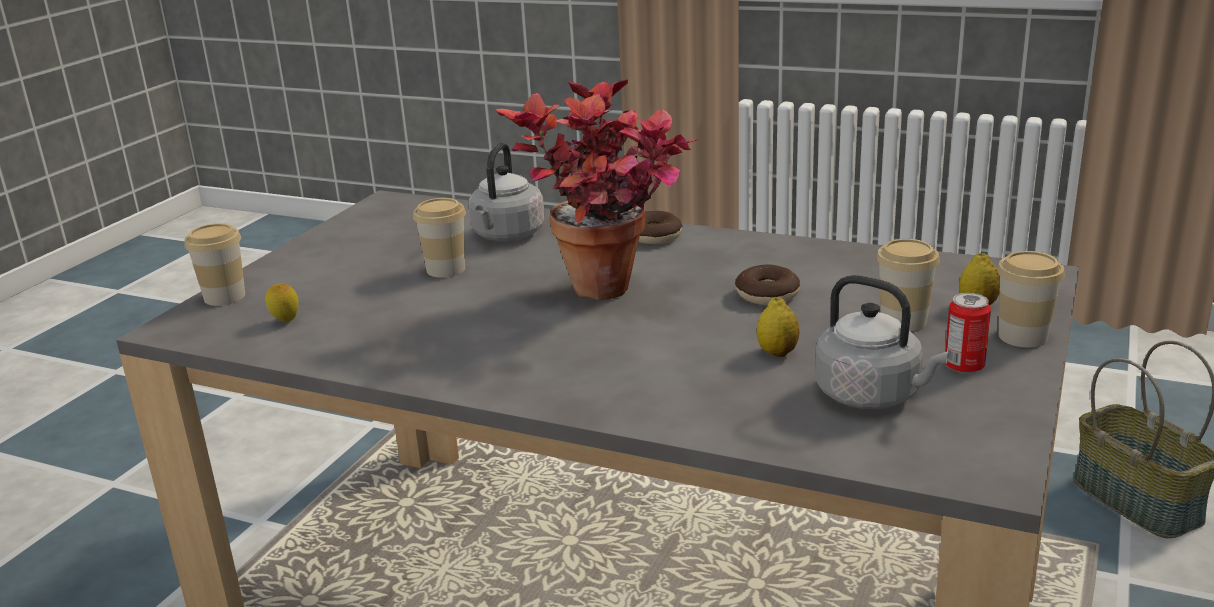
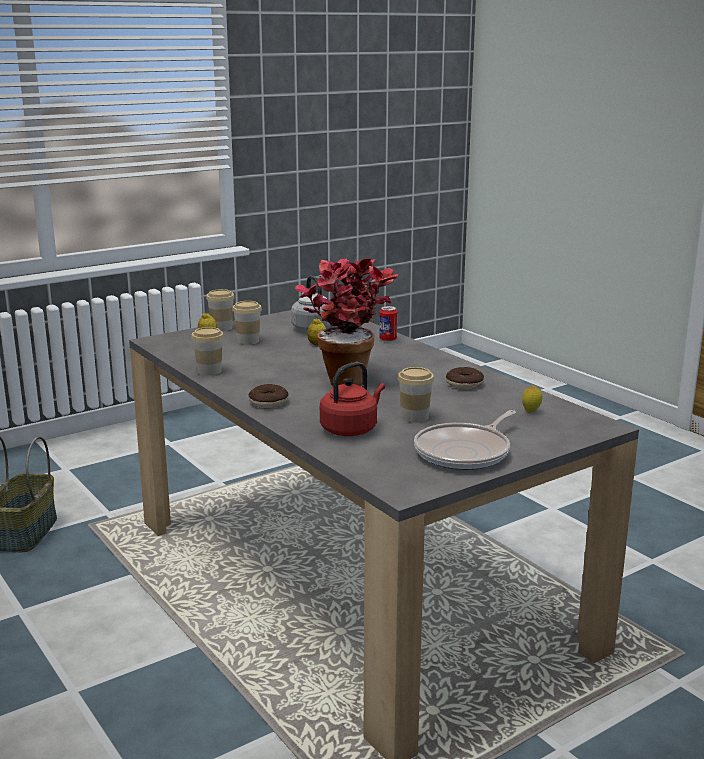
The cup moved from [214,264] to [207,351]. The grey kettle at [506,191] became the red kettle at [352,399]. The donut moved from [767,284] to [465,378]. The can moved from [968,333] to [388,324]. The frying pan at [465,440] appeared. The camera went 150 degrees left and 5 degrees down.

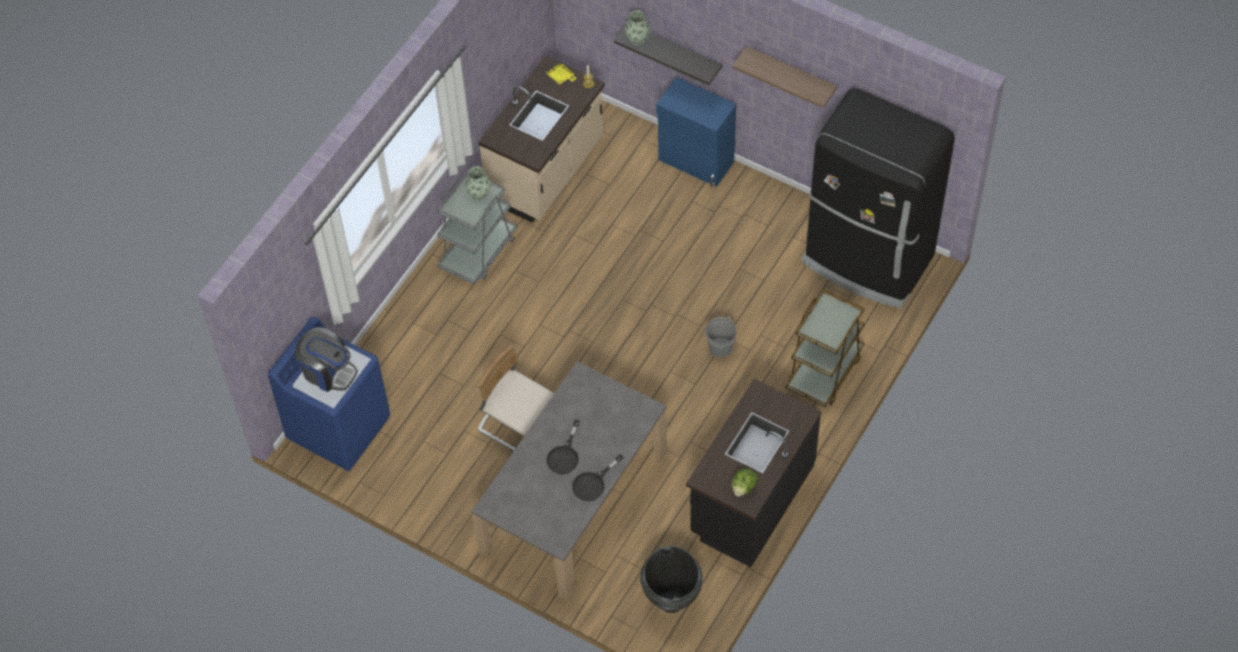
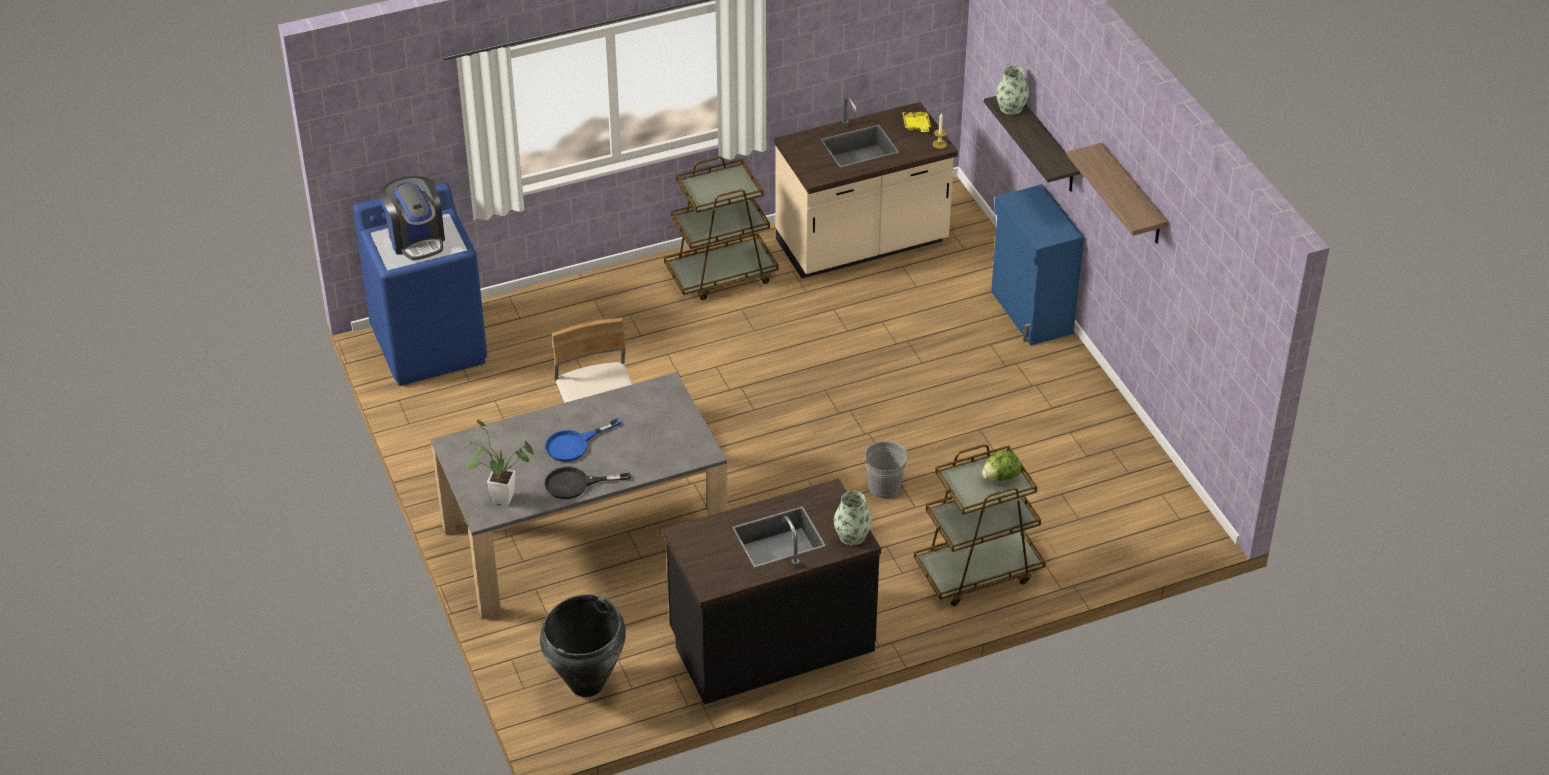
The grey cart at [477,227] became the brown cart at [721,228]. The vase moved from [478,183] to [853,518]. The black frying pan at [563,447] became the blue frying pan at [583,440]. The lettuce moved from [745,482] to [1002,466]. The black fridge at [878,198] disappeared. The potted plant at [499,462] appeared. The camera went 35 degrees right and 15 degrees down.

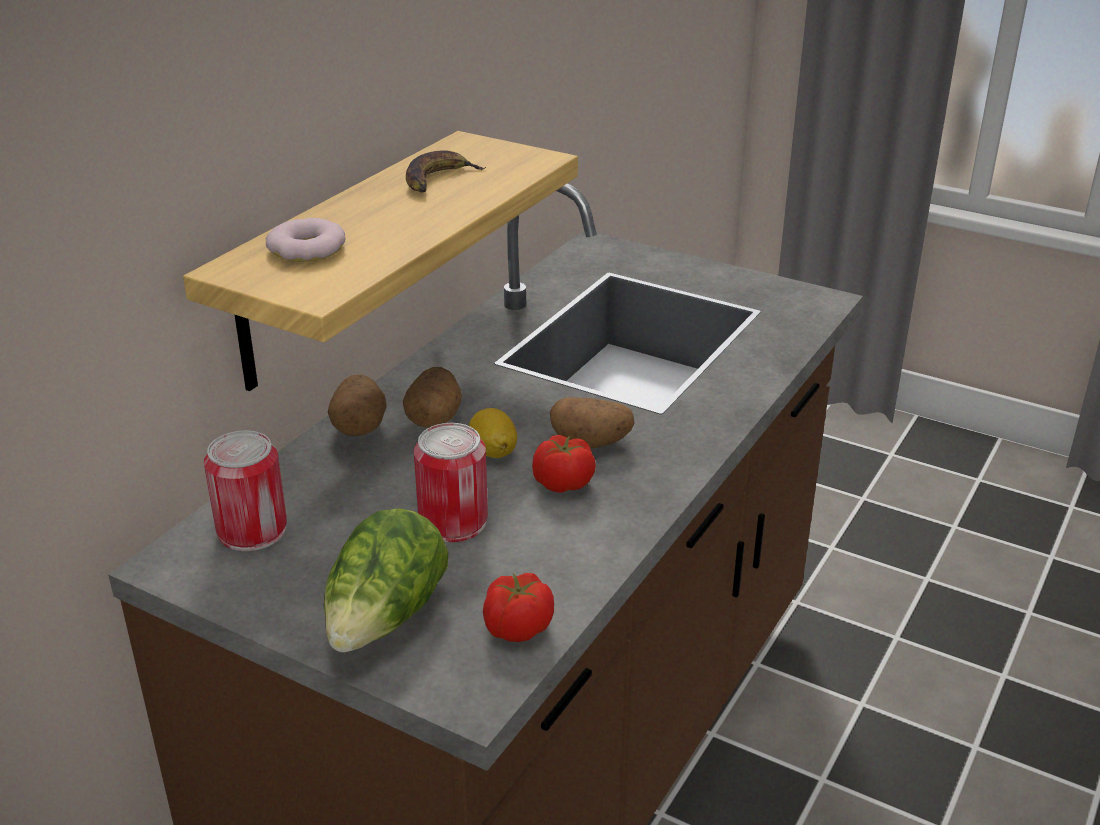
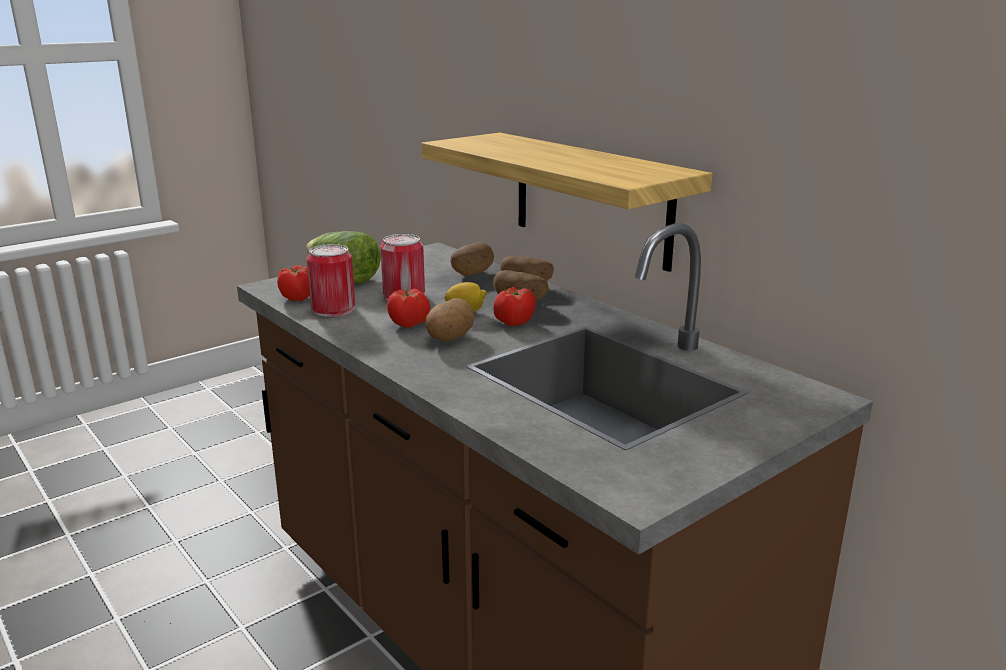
The can moved from [245,491] to [331,280]. The donut at [305,240] disappeared. The banana at [446,171] disappeared. The potato at [472,259] appeared. The tomato at [514,306] appeared. The camera went 110 degrees right and 10 degrees down.

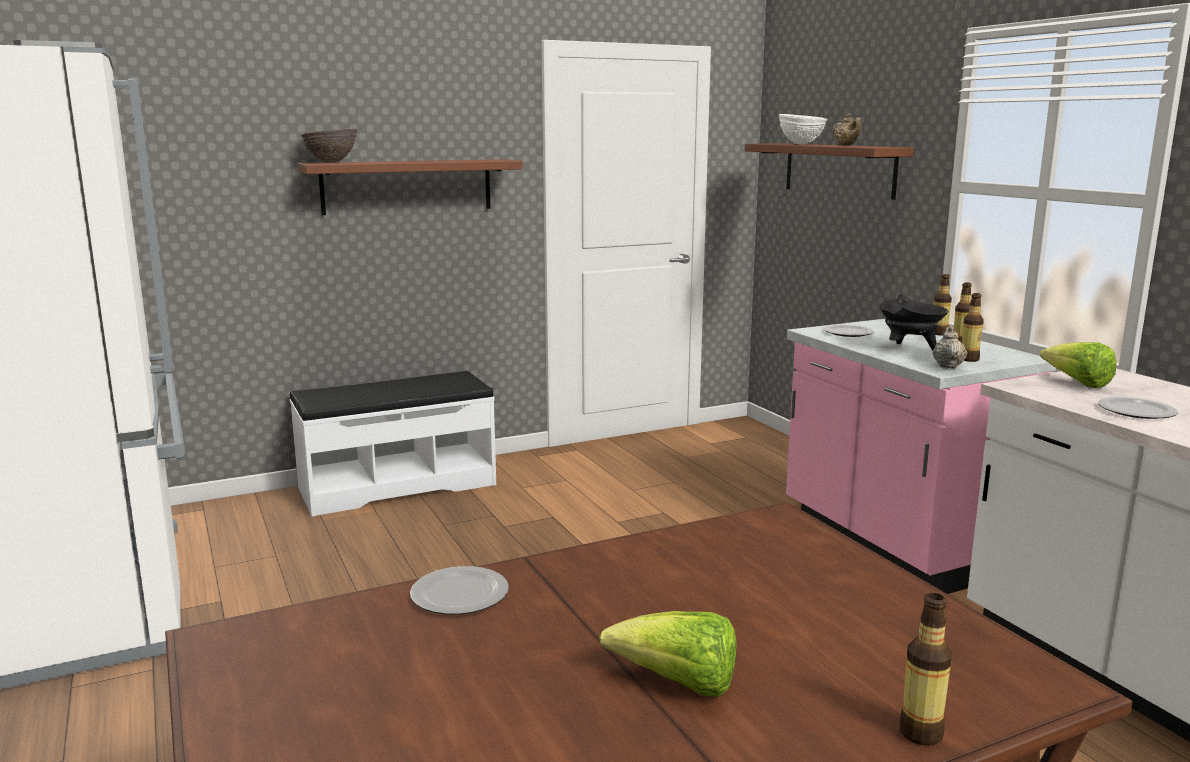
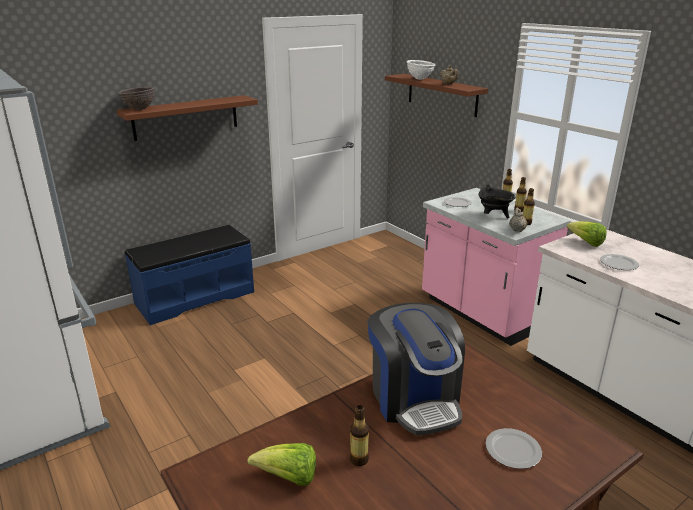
The white bench at [392,444] became the blue bench at [189,275]. The plate moved from [459,590] to [514,448]. The lettuce moved from [668,654] to [281,464]. The bottle moved from [925,669] to [359,435]. The coffee machine at [416,369] appeared. The camera went 10 degrees left and 10 degrees up.

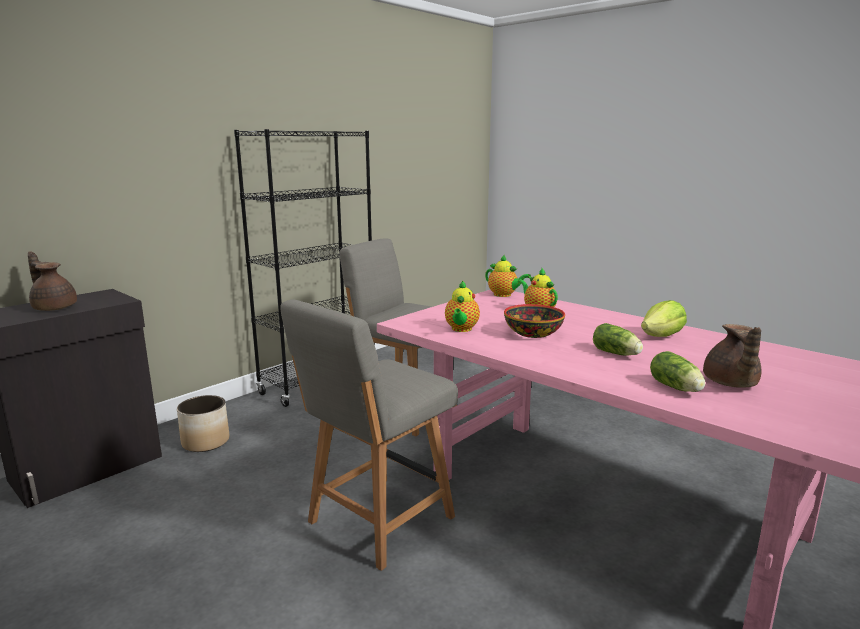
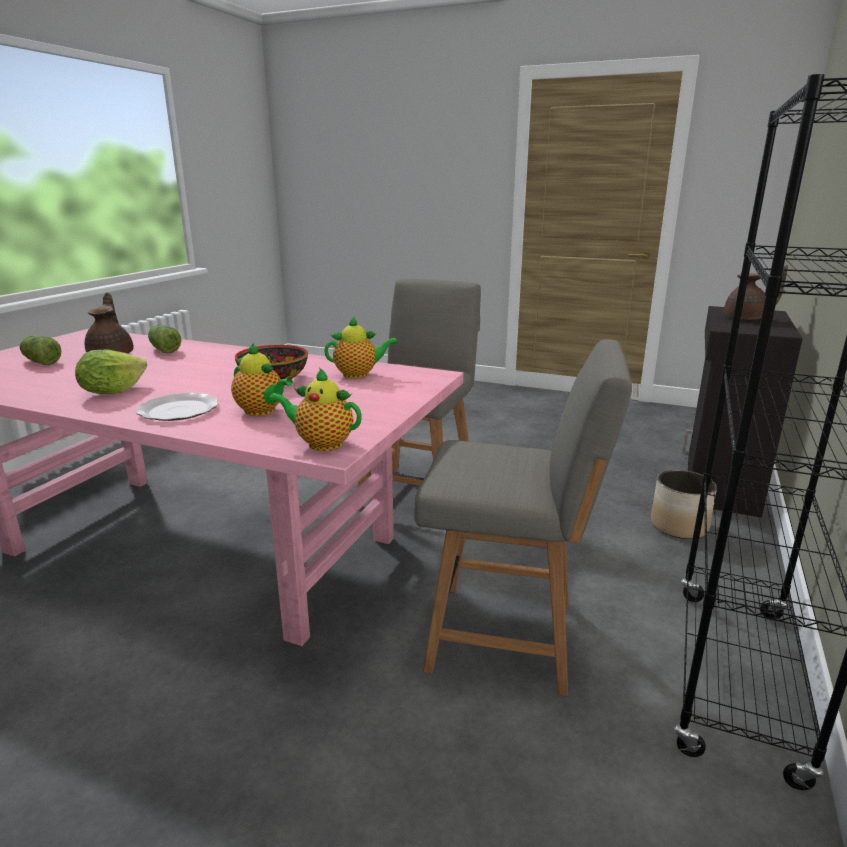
The teapot at [462,306] turned 90 degrees clockwise. The lettuce moved from [618,339] to [40,350]. The plate at [177,407] appeared. The camera went 160 degrees right and 5 degrees up.

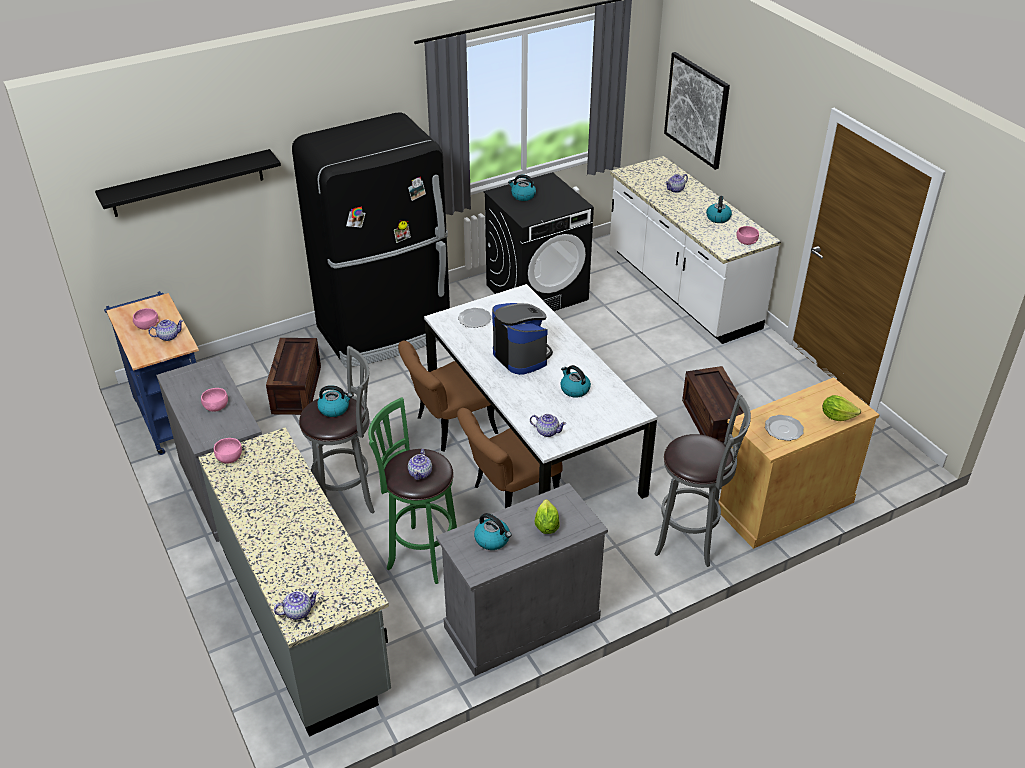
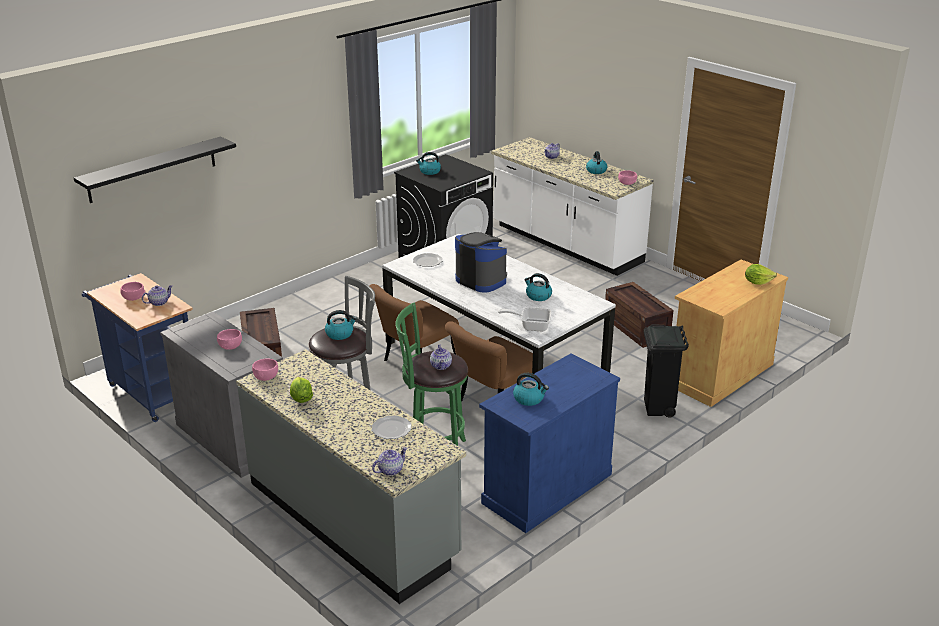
The black fridge at [371,240] disappeared. The grey cabinet at [522,579] became the blue cabinet at [549,443]. The teapot at [548,425] was replaced by the frying pan at [525,319]. The lettuce moved from [547,516] to [301,390]. The grey stool at [703,480] was replaced by the black trash can at [666,371]. The picture at [697,111] disappeared. The plate moved from [784,428] to [392,427]. The camera went 15 degrees left and 10 degrees down.

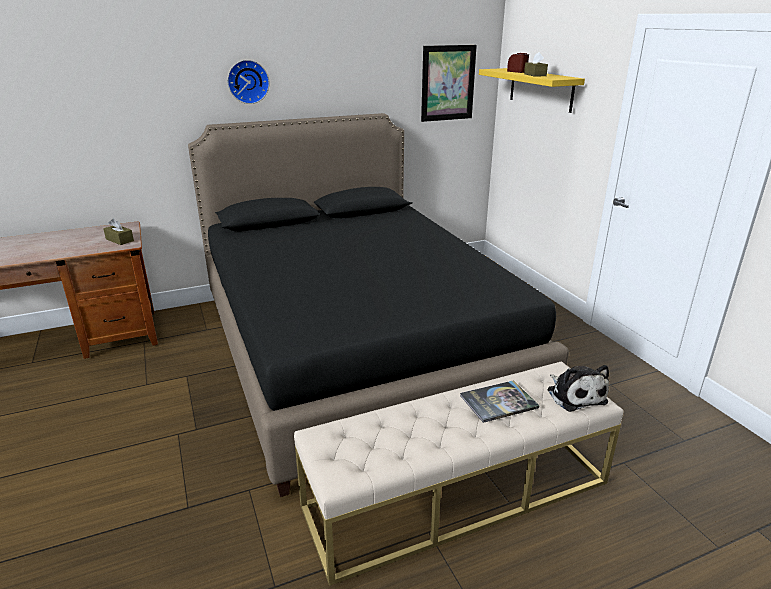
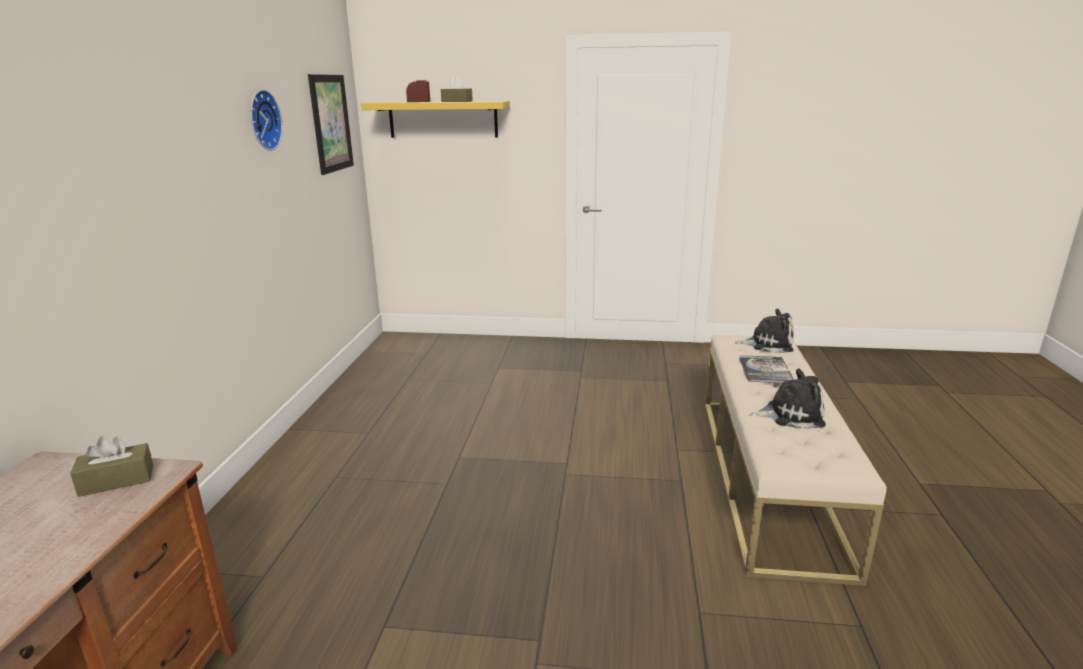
The black bed at [378,305] disappeared. The wall clock moved from [248,82] to [267,120]. The plush toy at [788,398] appeared. The camera went 60 degrees left and 5 degrees down.

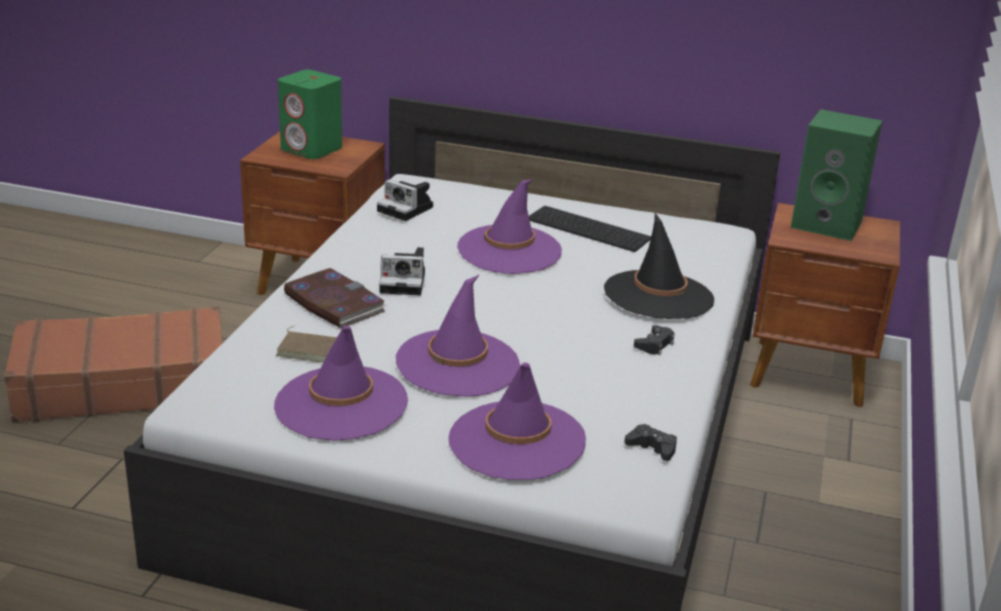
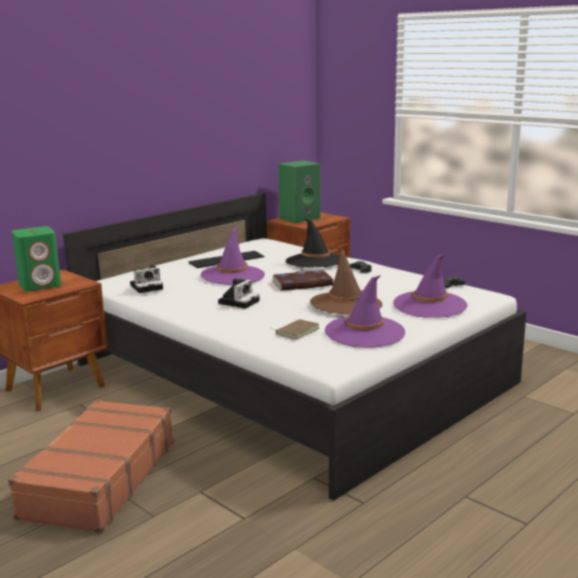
The book moved from [335,298] to [303,280]. The purple hat at [458,335] became the brown hat at [346,282]. The camera went 60 degrees left and 10 degrees down.

